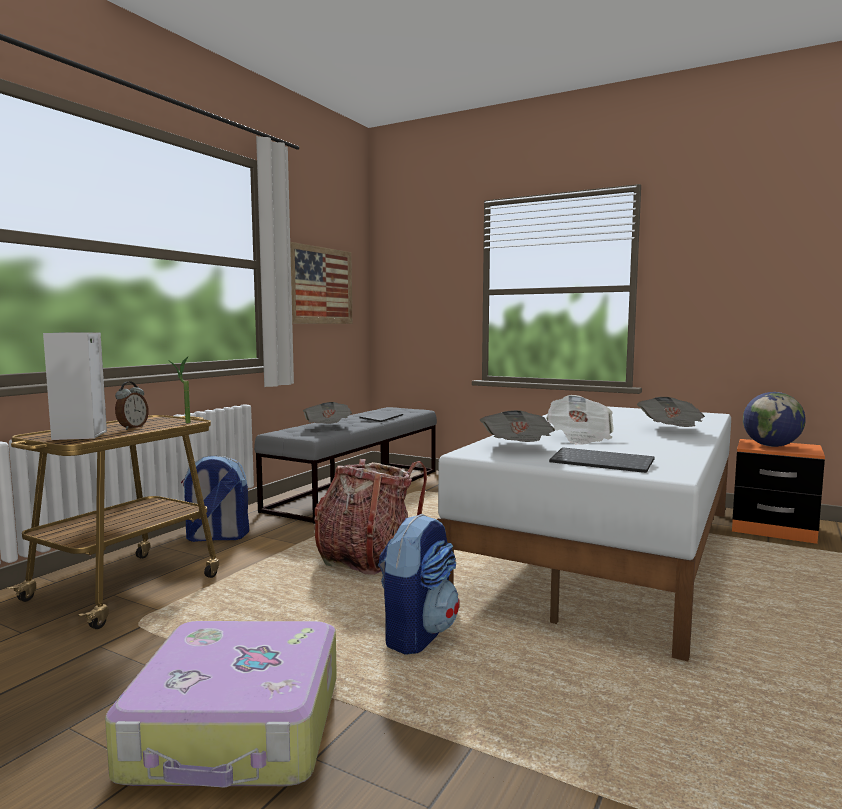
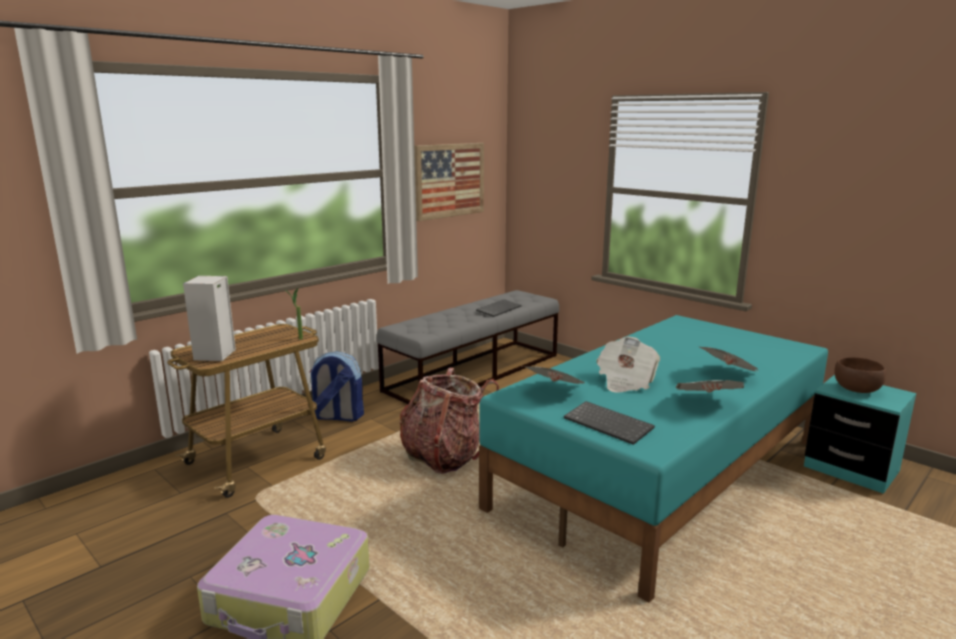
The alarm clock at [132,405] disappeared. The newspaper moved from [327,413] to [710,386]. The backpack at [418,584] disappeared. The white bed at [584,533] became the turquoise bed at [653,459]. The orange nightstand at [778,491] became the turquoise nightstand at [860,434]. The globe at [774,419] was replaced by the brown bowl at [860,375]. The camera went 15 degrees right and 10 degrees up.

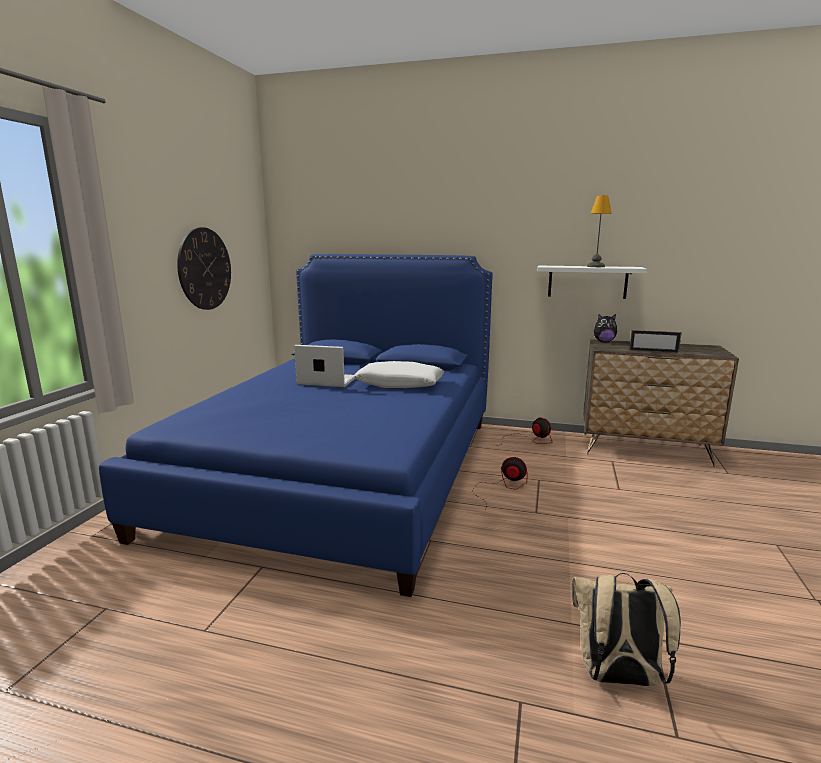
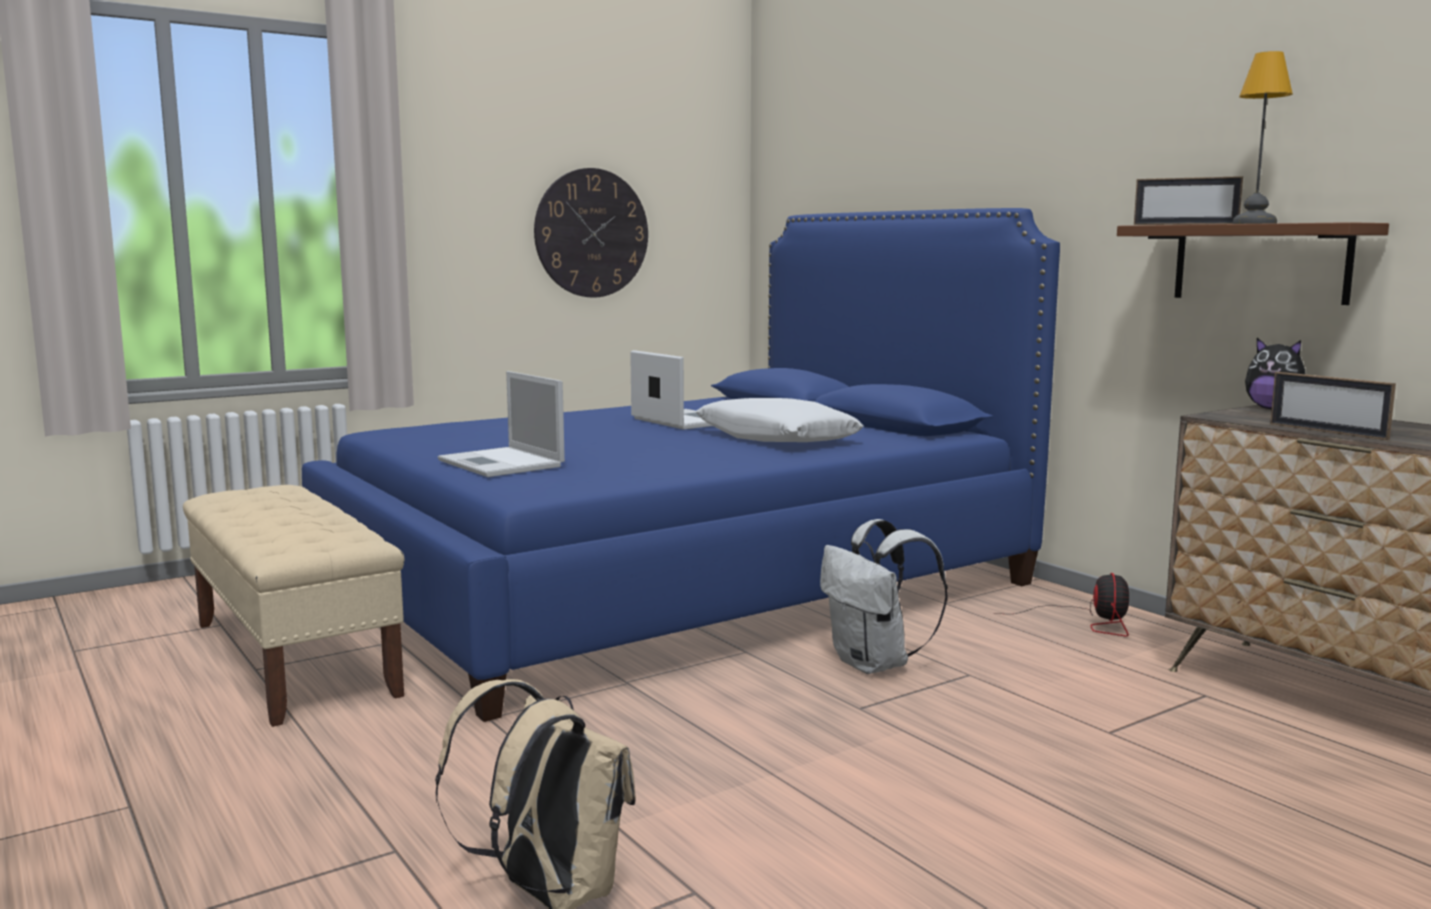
The fan at [501,480] was replaced by the white backpack at [884,596]. The white shelf at [592,282] became the brown shelf at [1253,263]. The beige bench at [293,606] appeared. The laptop at [501,424] appeared. The picture frame at [1188,200] appeared. The camera went 40 degrees right and 5 degrees down.

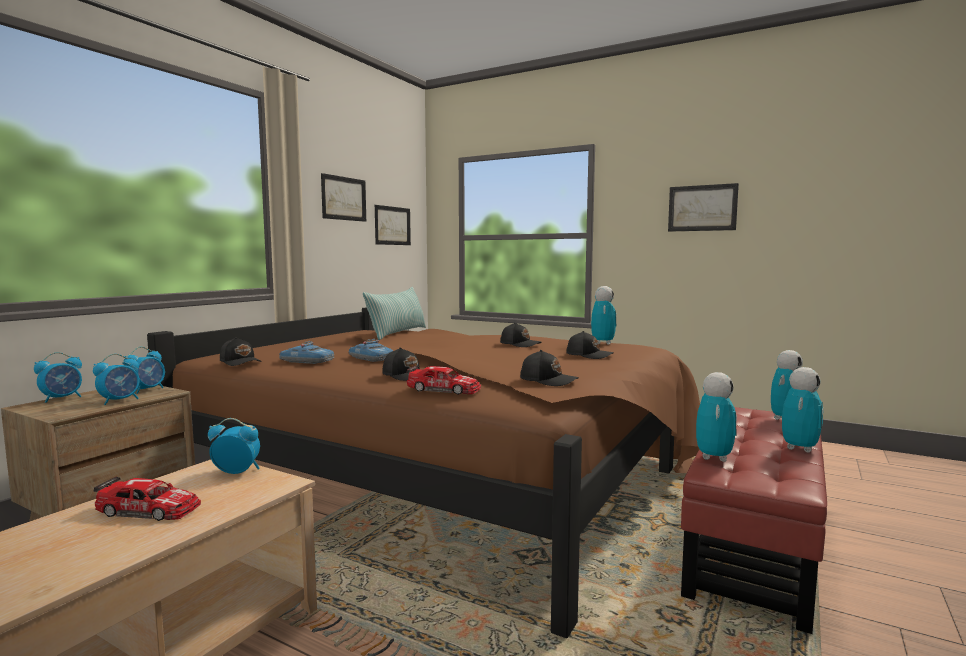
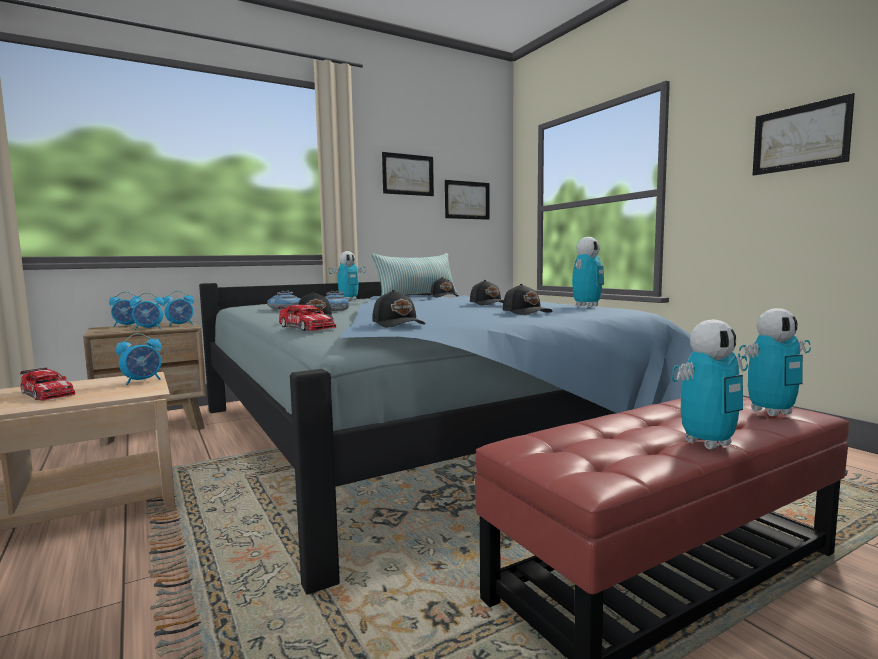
The brown bed at [423,472] became the blue bed at [446,438]. The alarm clock at [234,446] turned 105 degrees clockwise. The black cap moved from [241,351] to [445,287]. The toy robot moved from [716,417] to [347,276]. The camera went 30 degrees right and 0 degrees up.

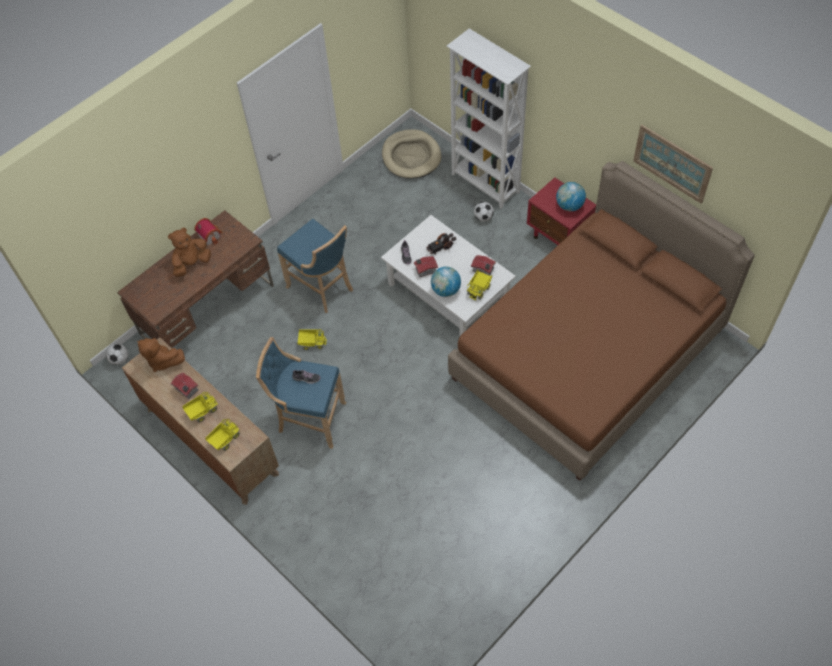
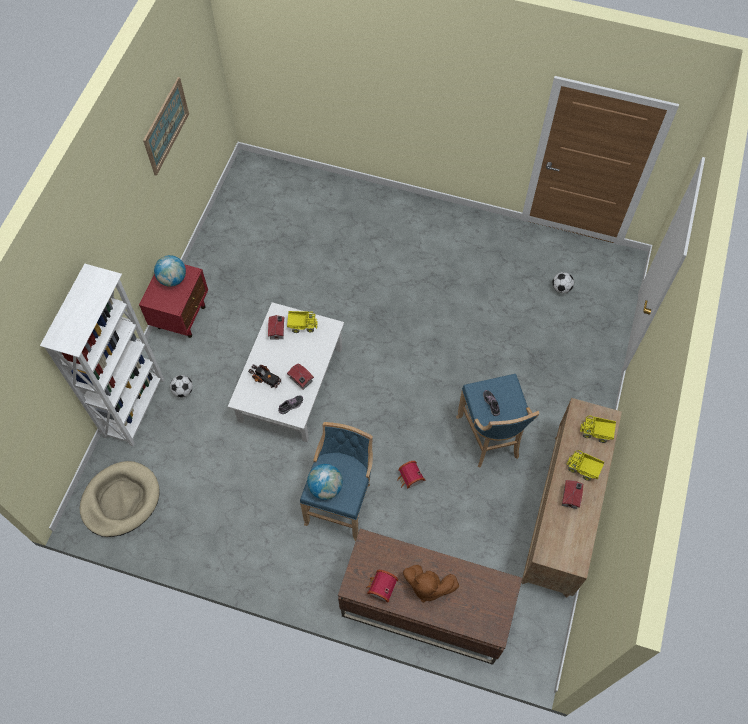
The football moved from [117,354] to [563,282]. The brown plush toy at [161,355] disappeared. The toy truck at [312,339] was replaced by the toy house at [411,475]. The globe moved from [446,282] to [325,482]. The brown bed at [601,321] disappeared. The camera went 120 degrees left and 5 degrees up.

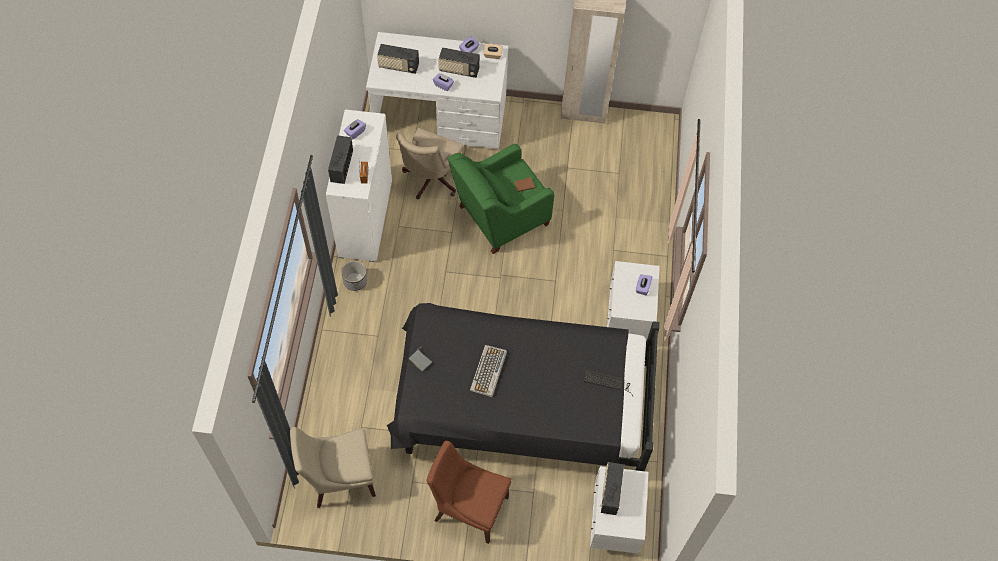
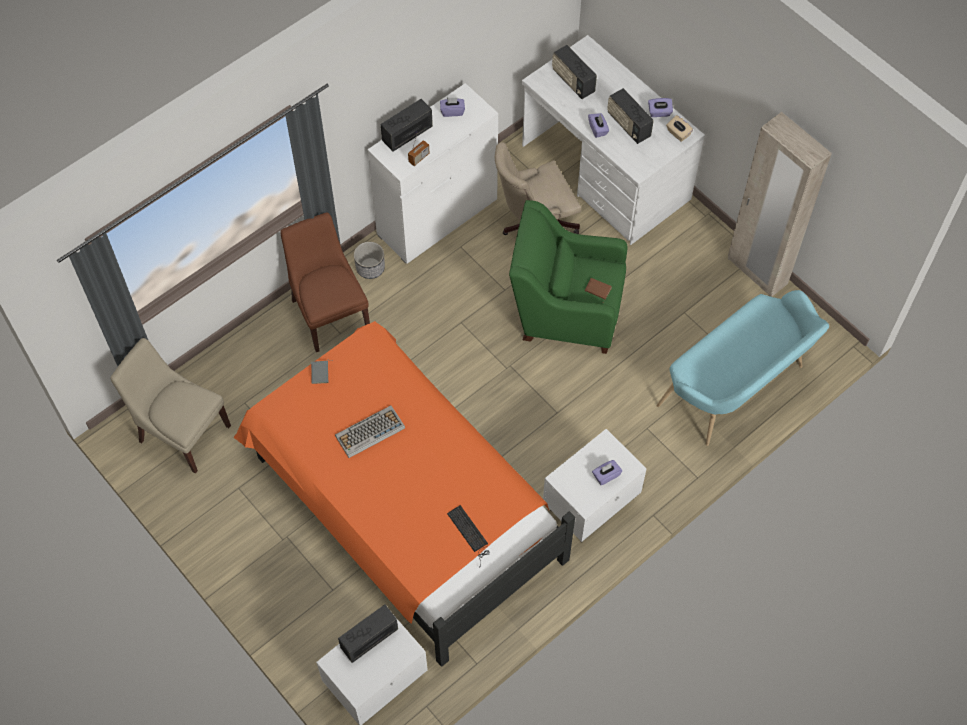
The black bed at [523,387] became the orange bed at [404,494]. The brown chair moved from [469,492] to [325,282]. The turquoise bench at [743,368] appeared. The camera went 45 degrees right and 0 degrees up.

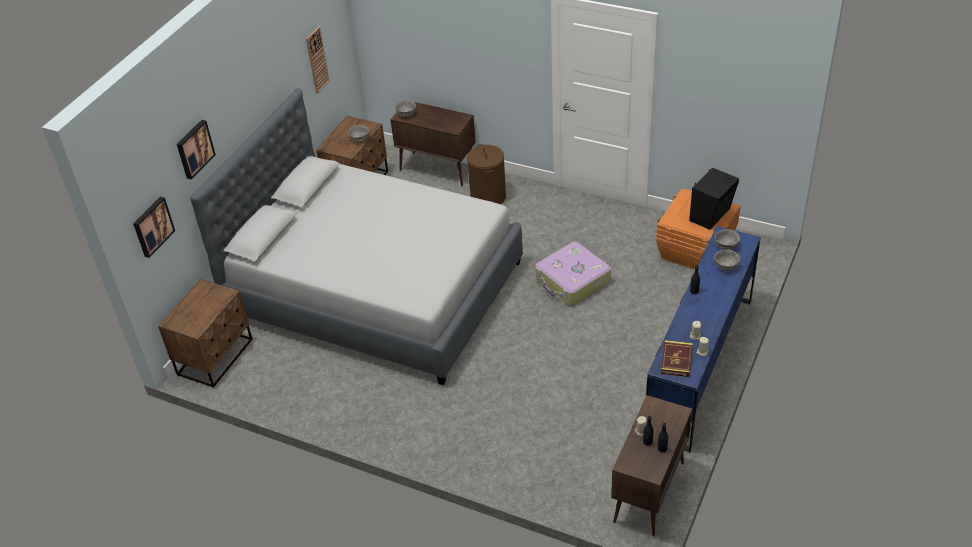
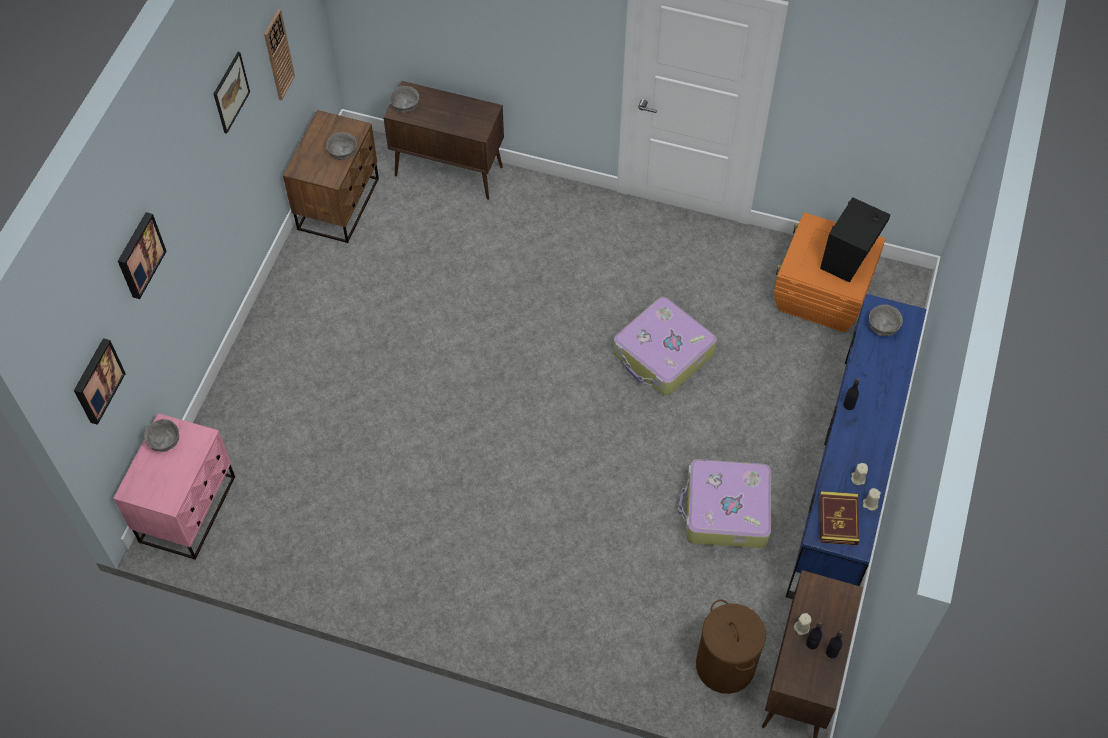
The brown nightstand at [205,333] became the pink nightstand at [174,486]. The grey bed at [356,236] disappeared. The brown laundry basket moved from [486,174] to [731,646]. The grey bowl moved from [727,260] to [161,435]. The picture at [232,93] appeared. The suitcase at [724,503] appeared. The camera went 10 degrees left and 15 degrees up.

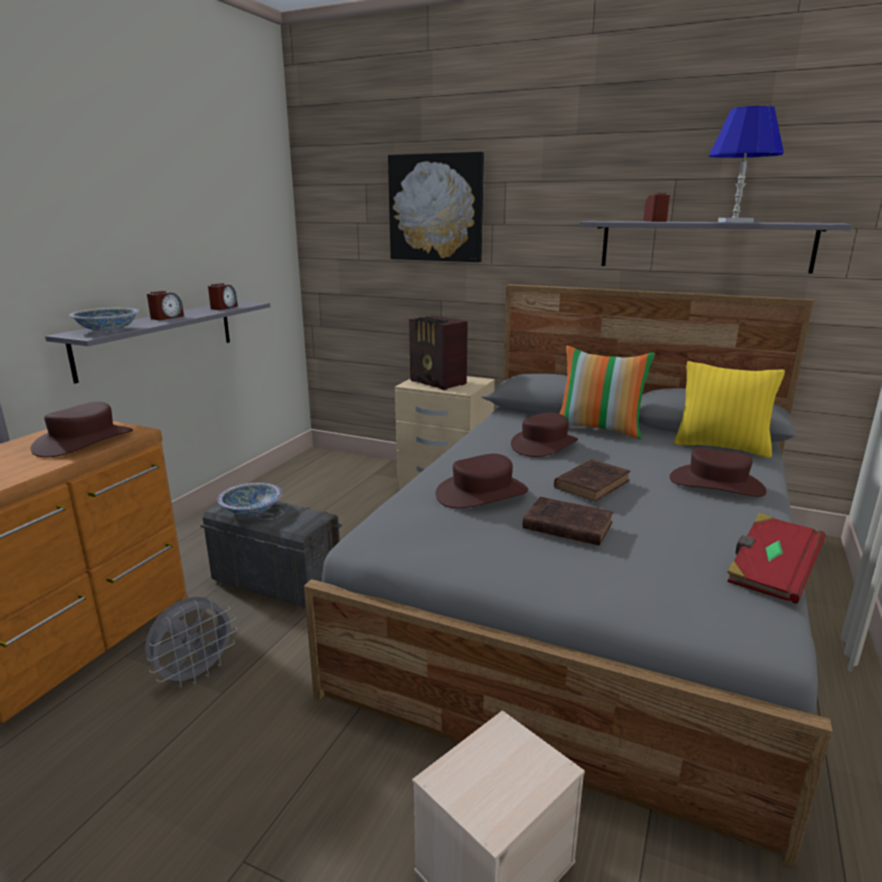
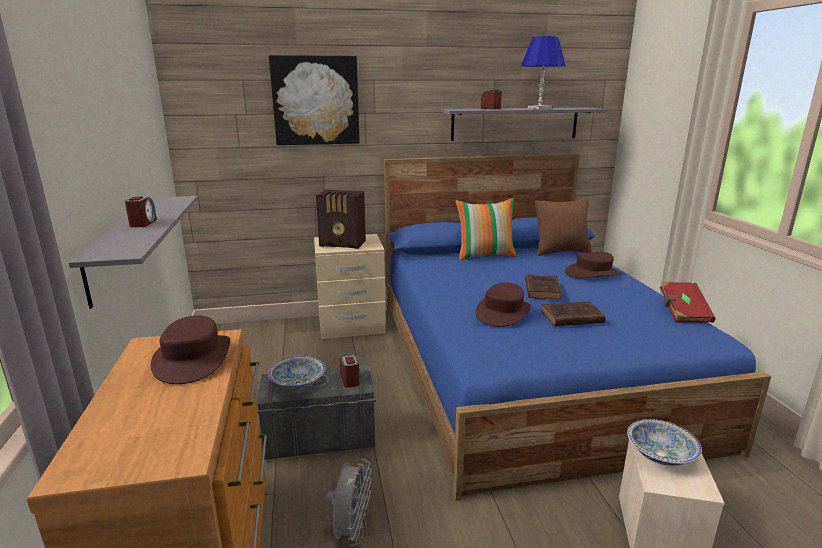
The bowl moved from [104,319] to [664,442]. The alarm clock moved from [223,296] to [350,371]. The grey bed at [568,576] became the blue bed at [577,327]. The brown hat at [544,435] disappeared. The yellow pillow at [729,409] became the brown pillow at [563,227]. The camera went 35 degrees left and 0 degrees up.

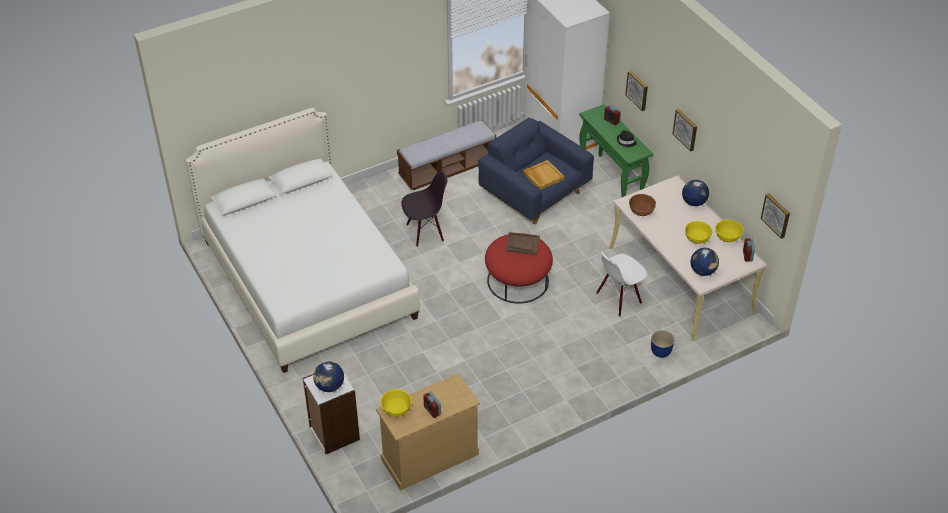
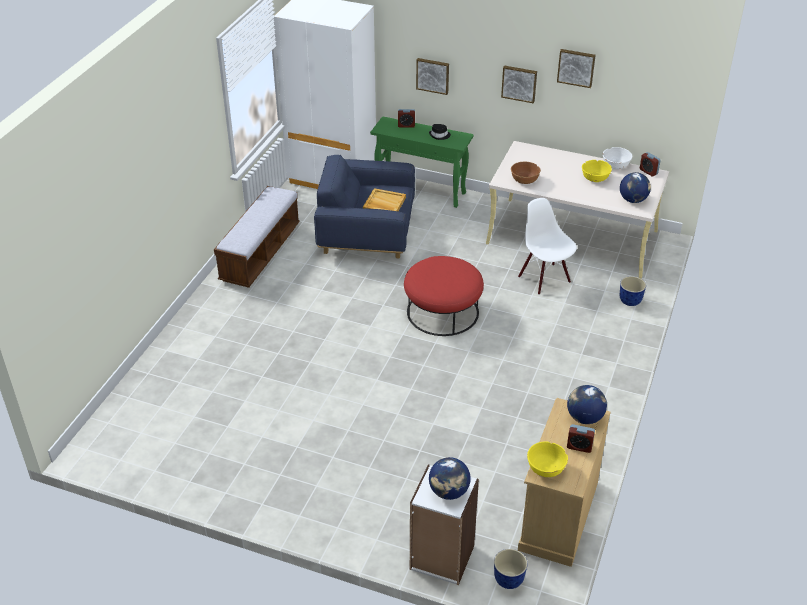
The white bed at [302,240] disappeared. The black chair at [425,209] disappeared. The brown tray at [522,243] disappeared. The white chair at [621,284] turned 135 degrees clockwise. The globe moved from [695,193] to [587,404]. The yellow bowl at [729,230] became the white bowl at [617,158]. The picture moved from [775,216] to [576,68]. The planter at [510,569] appeared. The camera went 40 degrees left and 5 degrees down.

